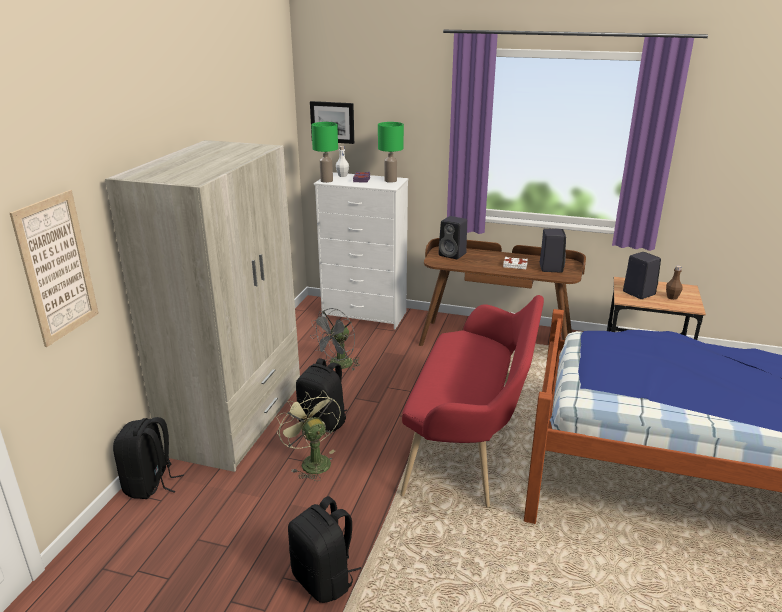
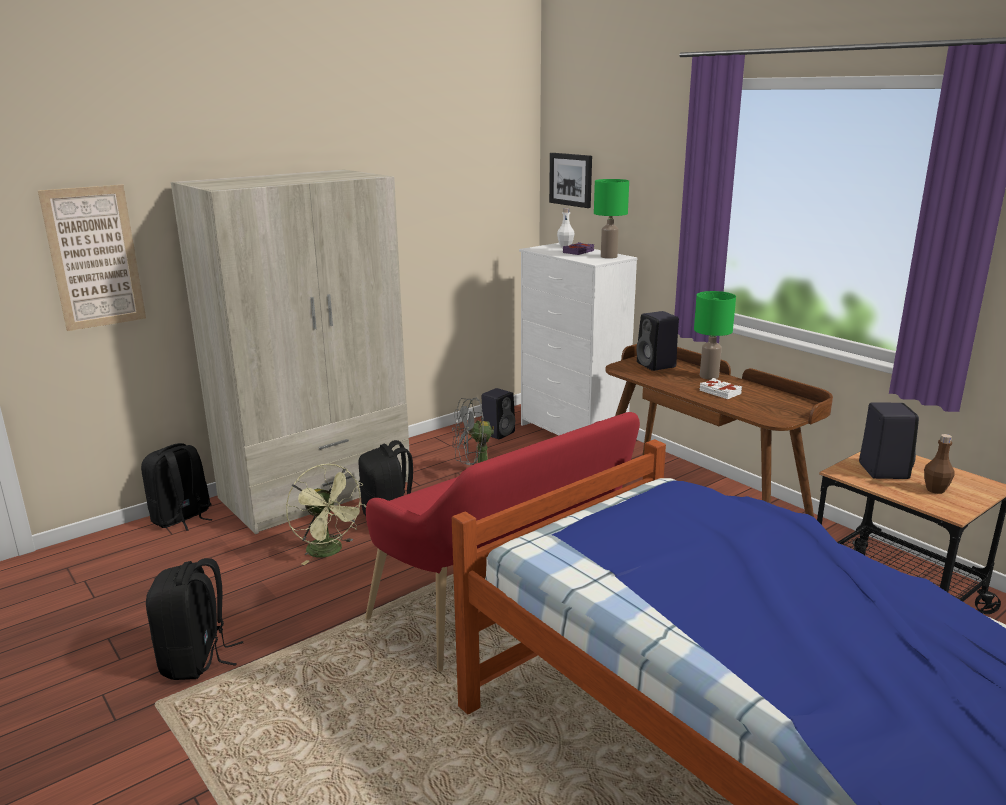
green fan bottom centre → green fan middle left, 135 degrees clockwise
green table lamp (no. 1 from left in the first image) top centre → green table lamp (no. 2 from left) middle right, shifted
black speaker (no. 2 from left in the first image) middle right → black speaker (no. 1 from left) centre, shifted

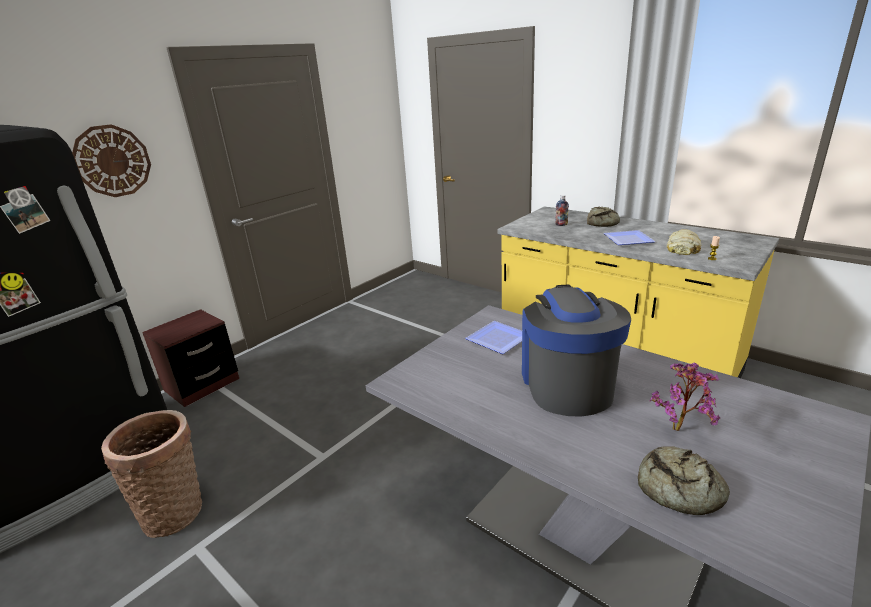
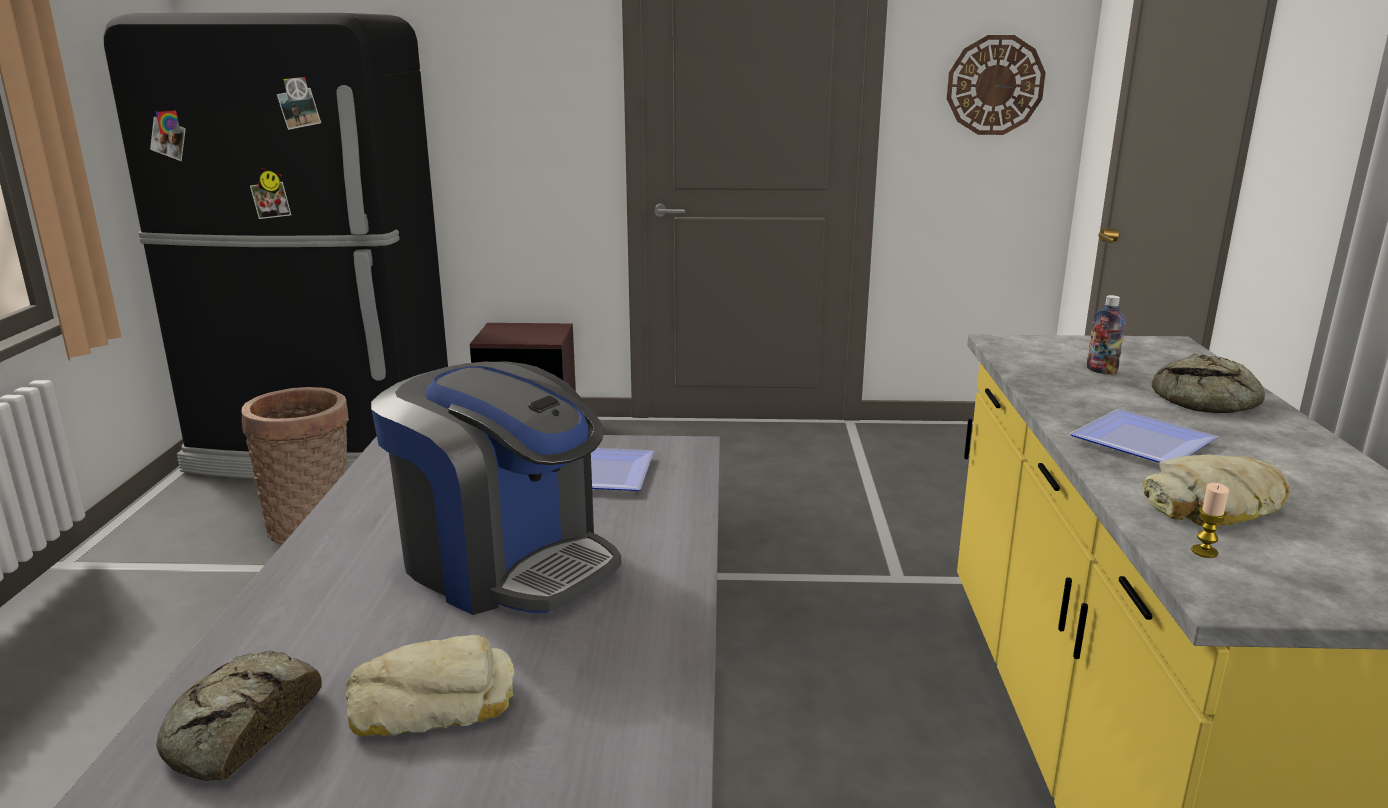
wall clock top left → wall clock top right, shifted
coffee machine centre, 75 degrees clockwise
potted plant middle right → bread (no. 2 from left) bottom left

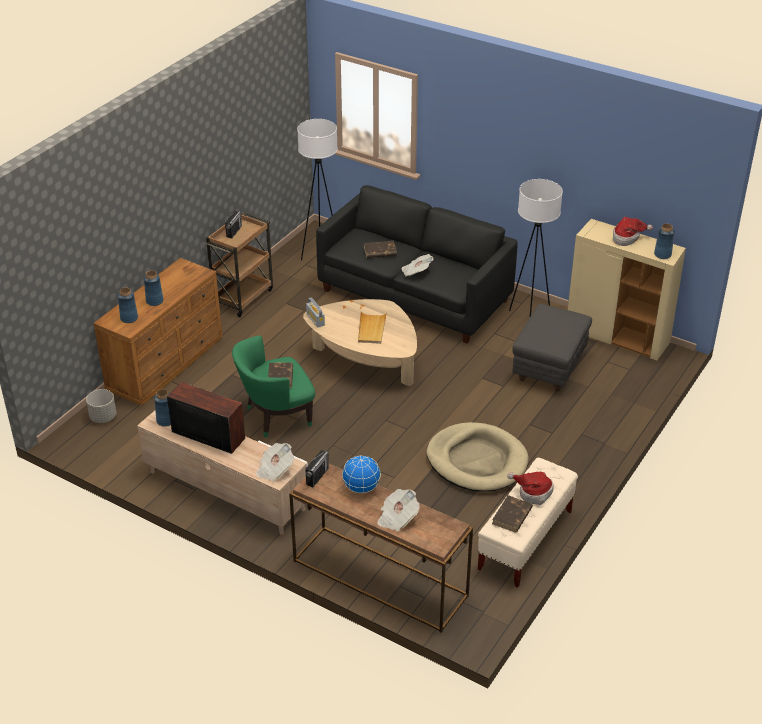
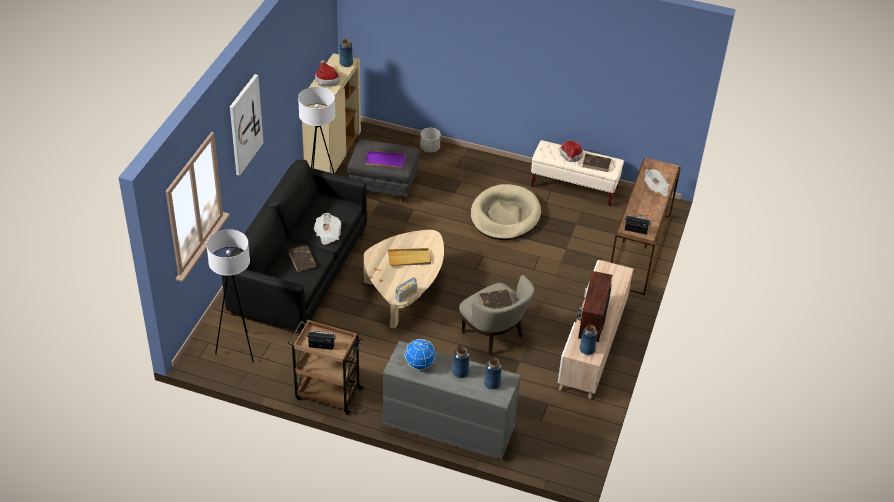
grey planter middle left → grey planter top centre, shifted
brown dresser middle left → grey dresser bottom centre
green armchair centre → beige armchair centre
newspaper (no. 1 from left) centre → -
globe centre → globe bottom centre, shifted
- → picture top left
- → purple tray top centre

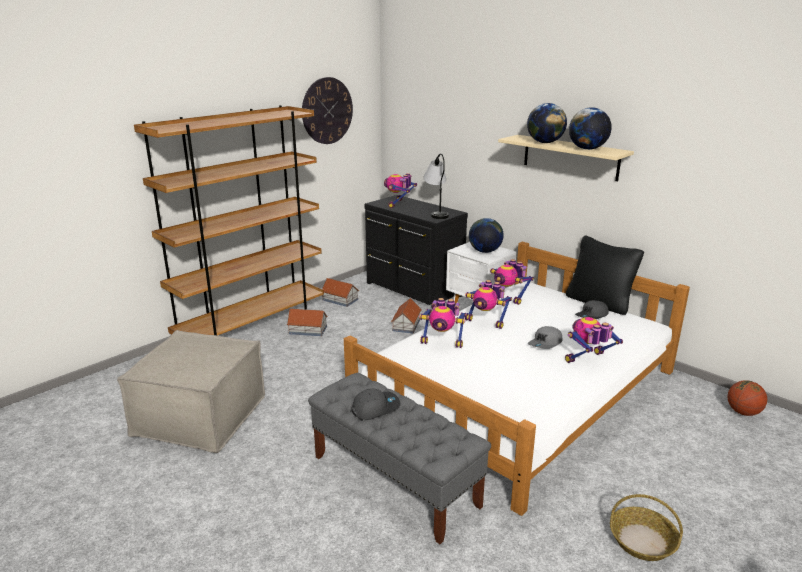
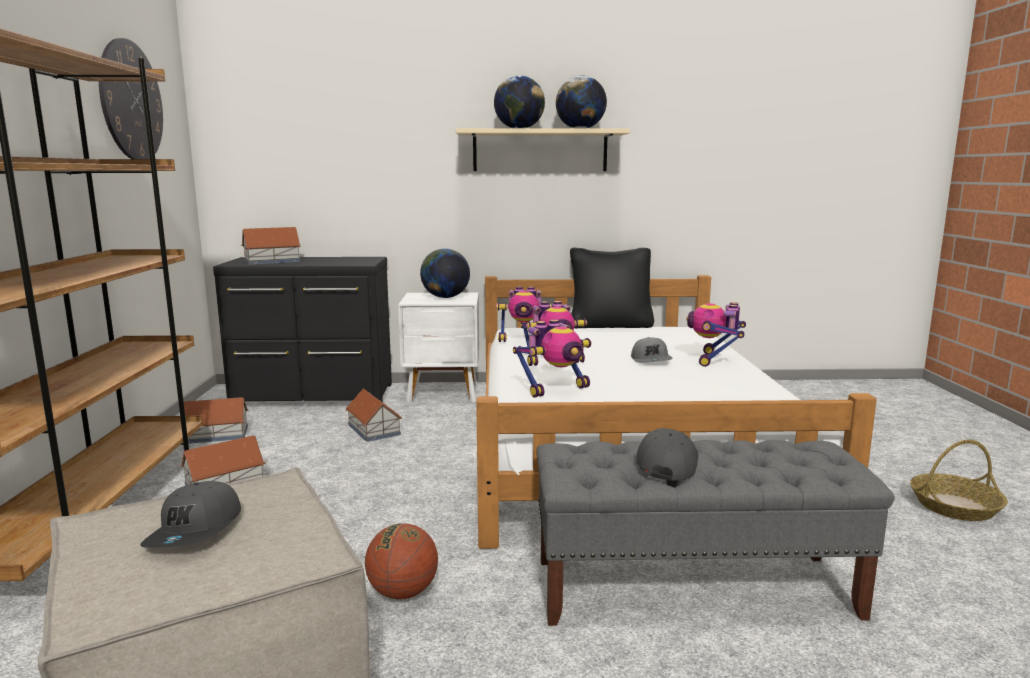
toy robot (no. 1 from left) top centre → toy house (no. 3 from left) middle left
table lamp top centre → -
grey cap (no. 3 from left in the first image) middle right → grey cap (no. 1 from left) bottom left, shifted
basketball bottom right → basketball bottom centre, shifted

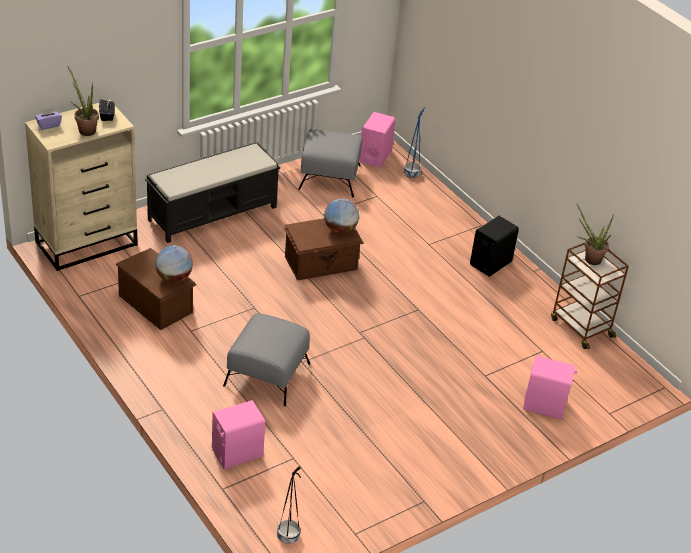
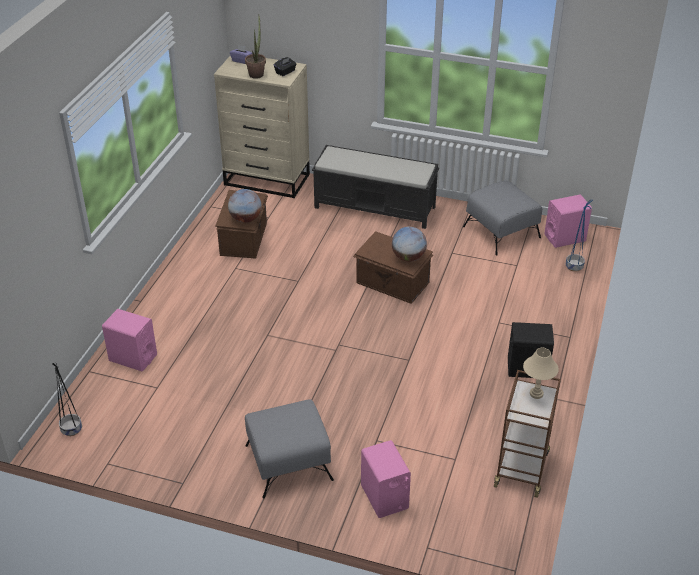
grey ottoman (no. 1 from left) centre → grey ottoman (no. 1 from left) bottom centre, shifted
potted plant (no. 2 from left) middle right → beige table lamp middle right

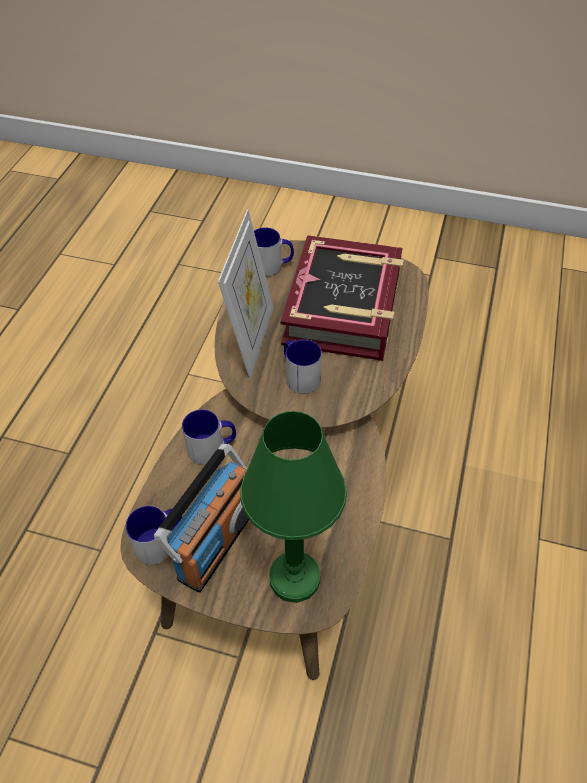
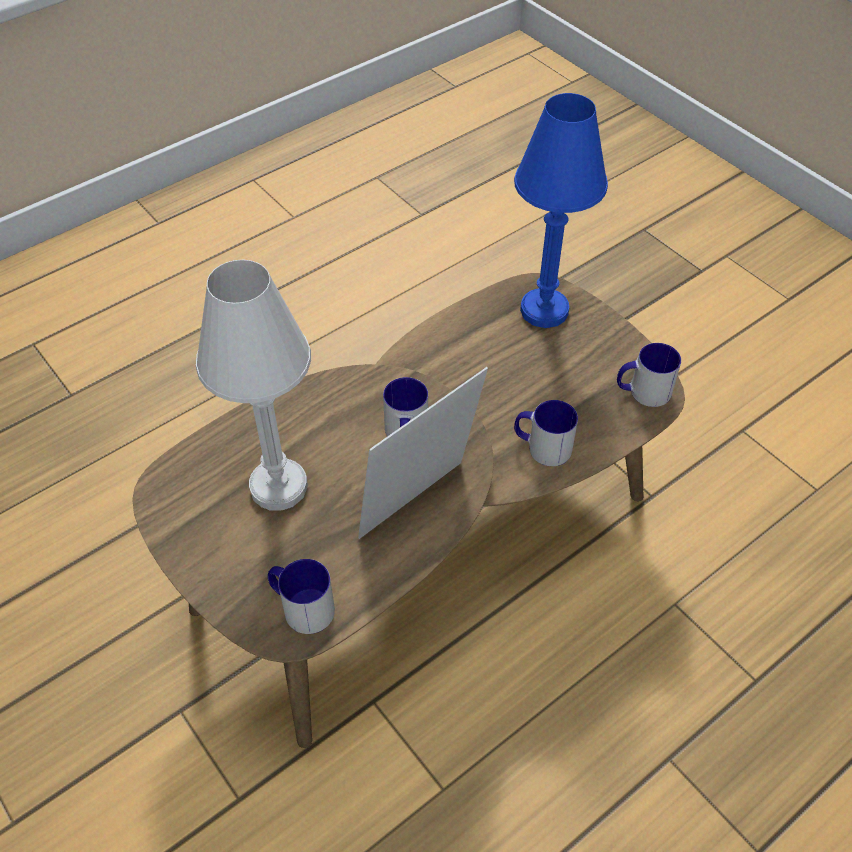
radio centre → -
green table lamp centre → blue table lamp top centre
book centre → white table lamp middle left

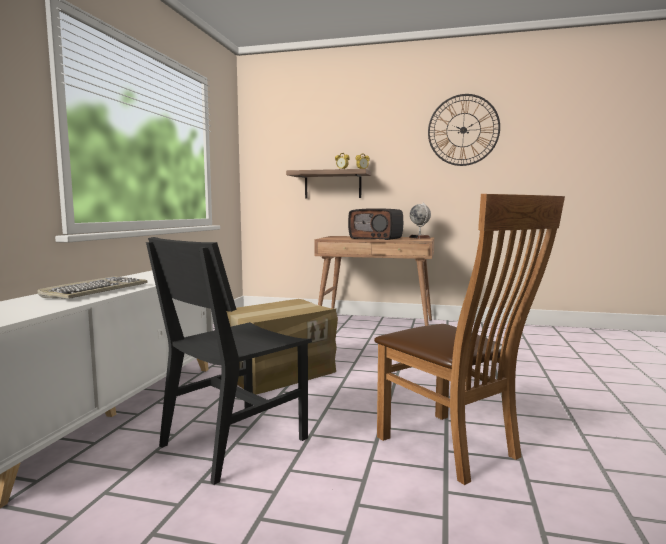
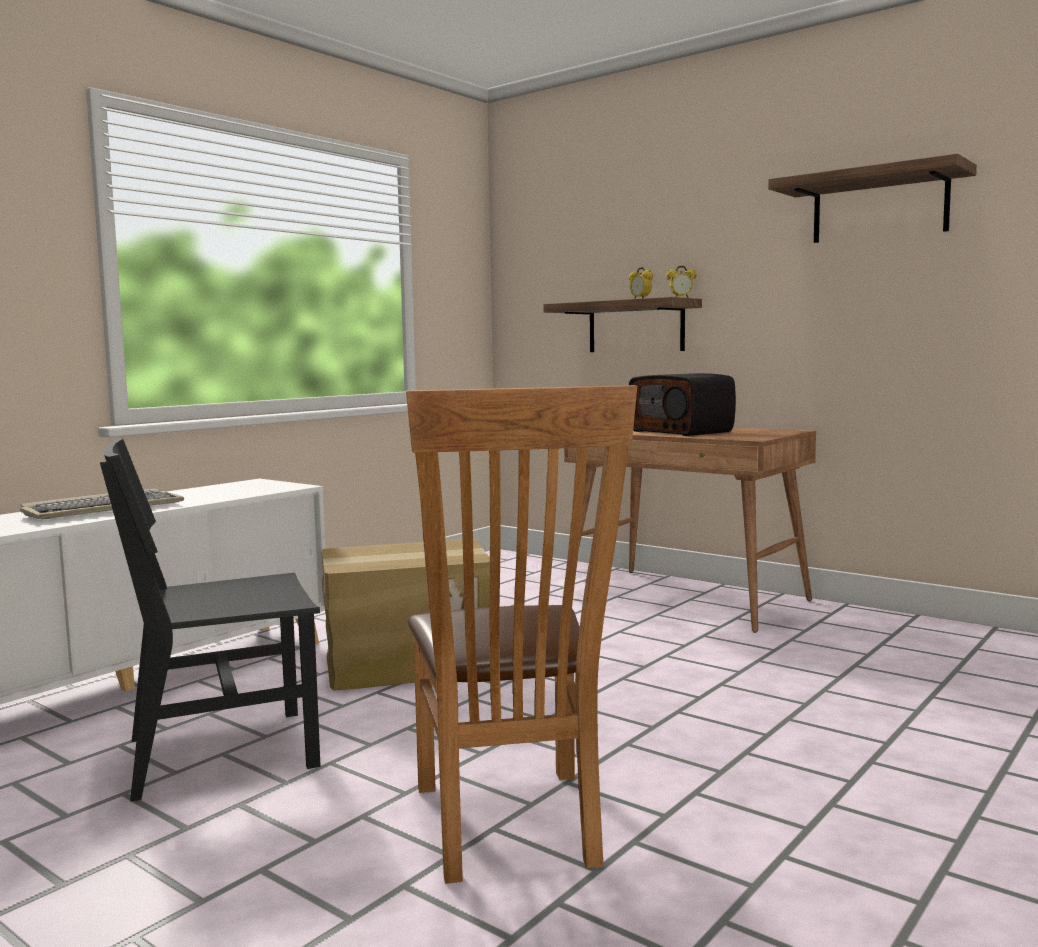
globe centre → -
wall clock top right → shelf (no. 2 from left) top right

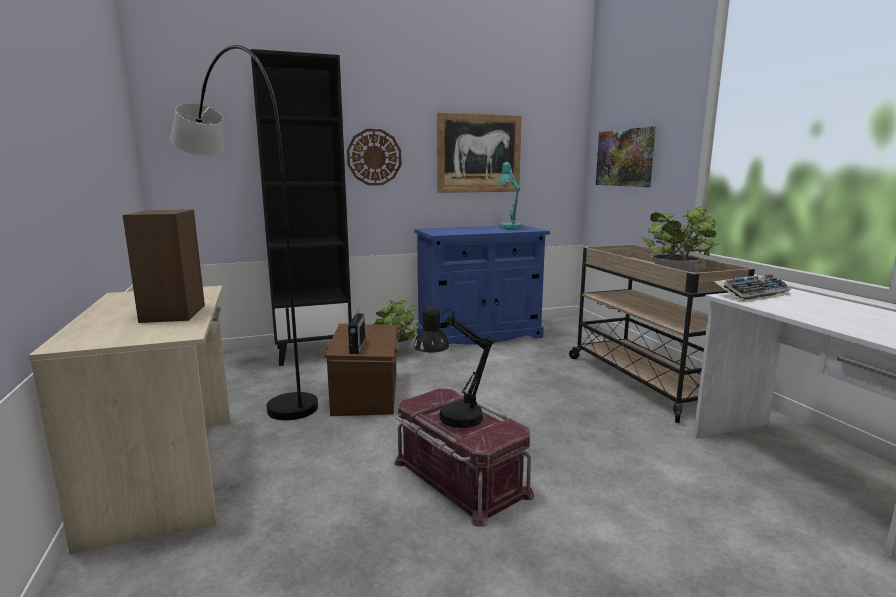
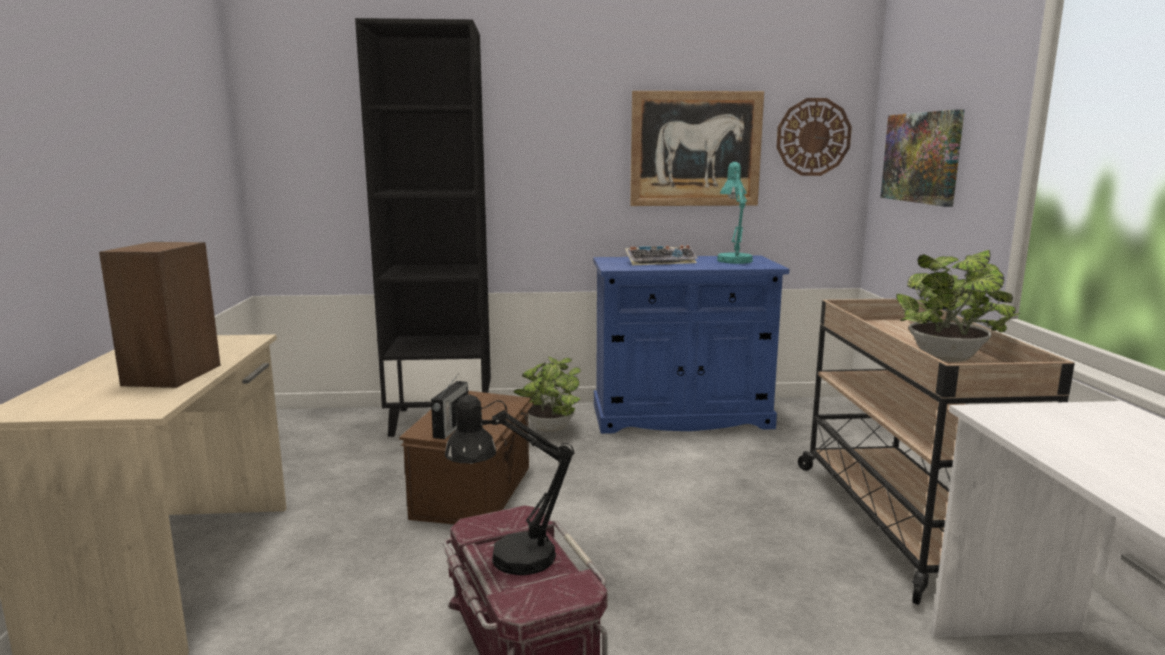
grey floor lamp middle left → -
wall clock top centre → wall clock top right, shifted
keyboard middle right → keyboard centre, shifted

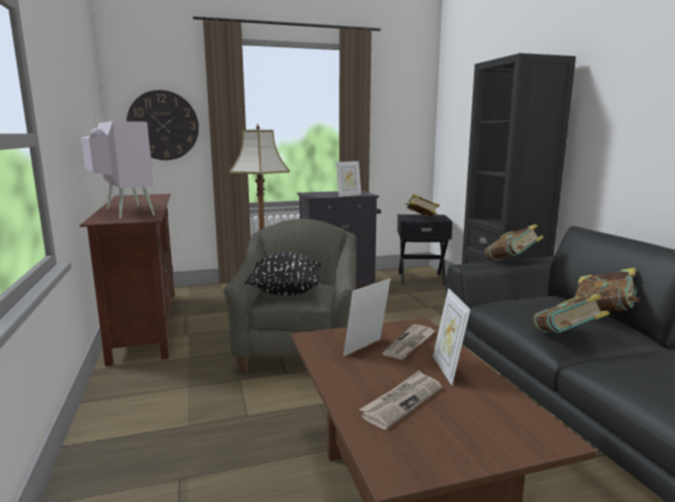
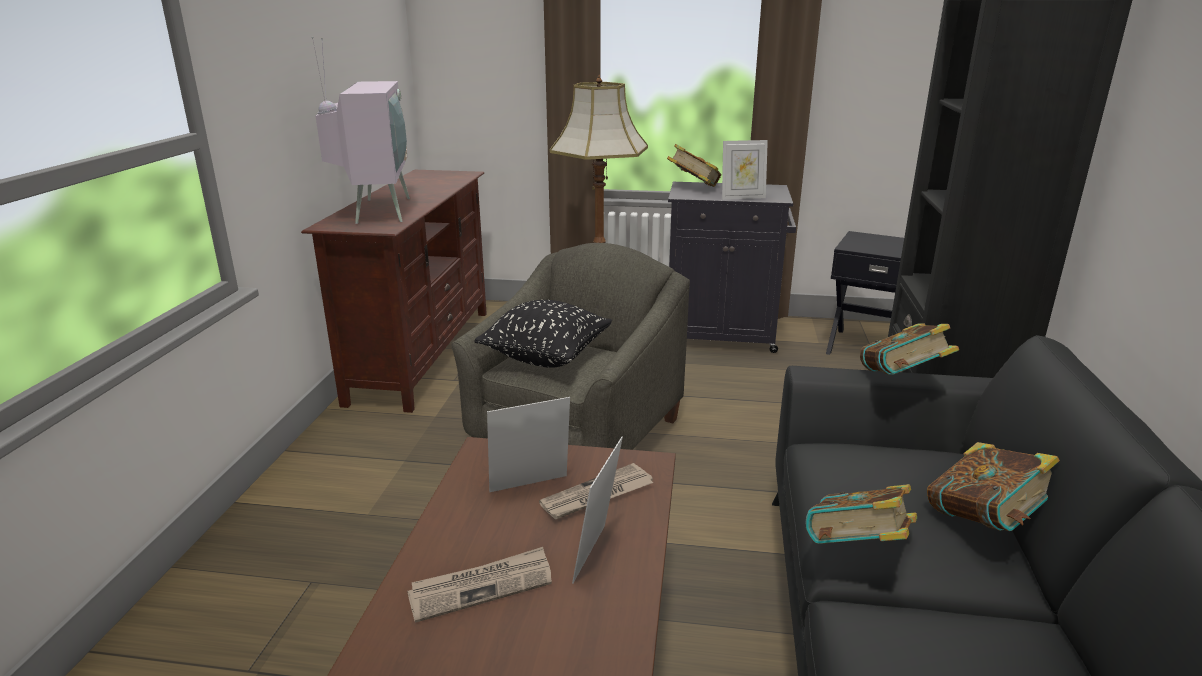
wall clock top left → -
book (no. 1 from left) centre → book (no. 1 from left) top centre, shifted

